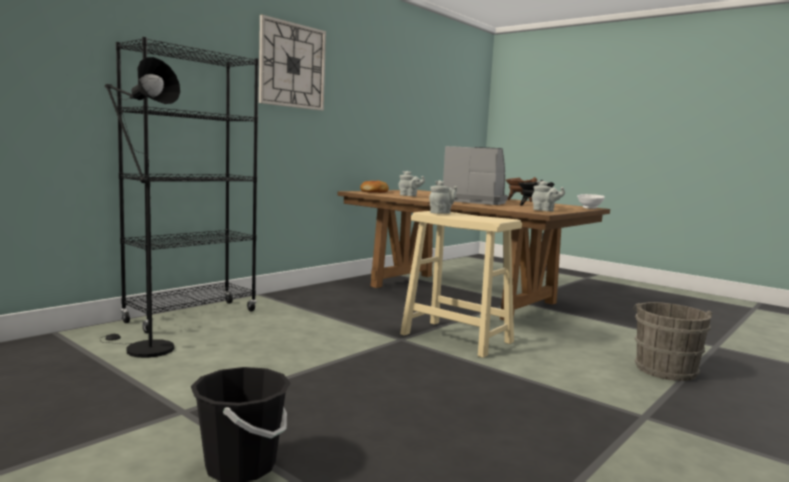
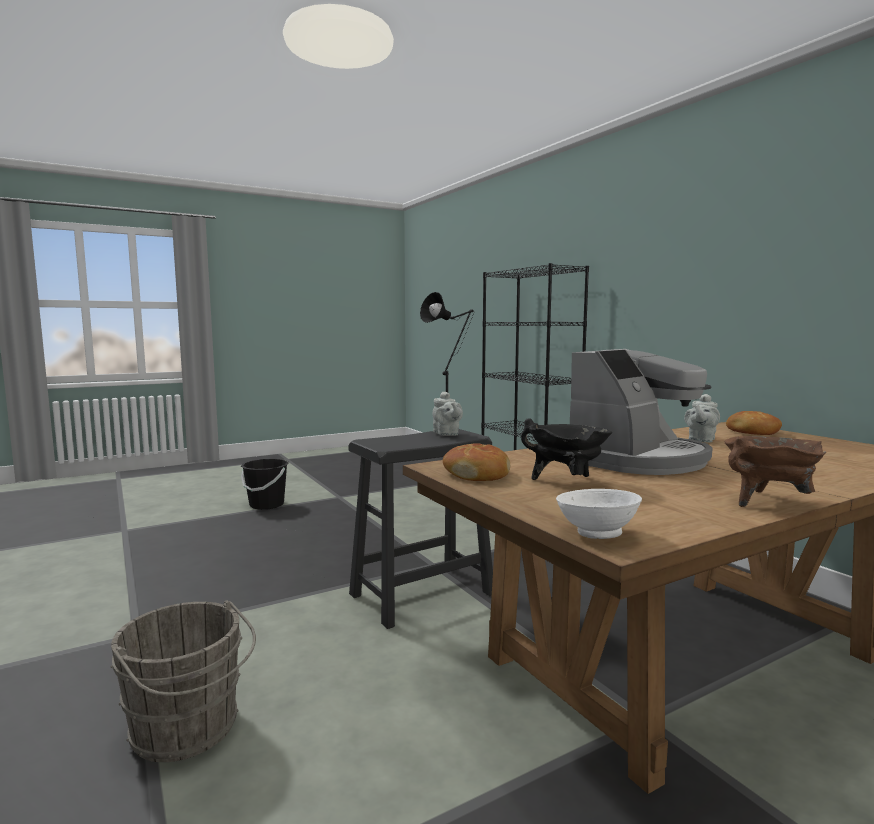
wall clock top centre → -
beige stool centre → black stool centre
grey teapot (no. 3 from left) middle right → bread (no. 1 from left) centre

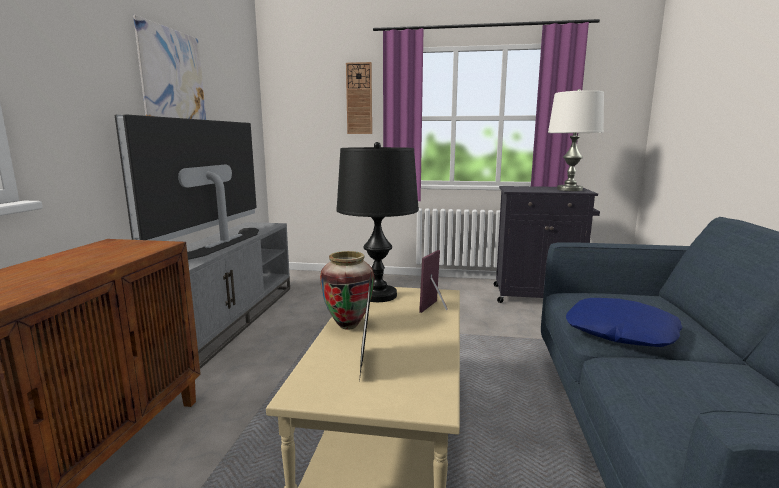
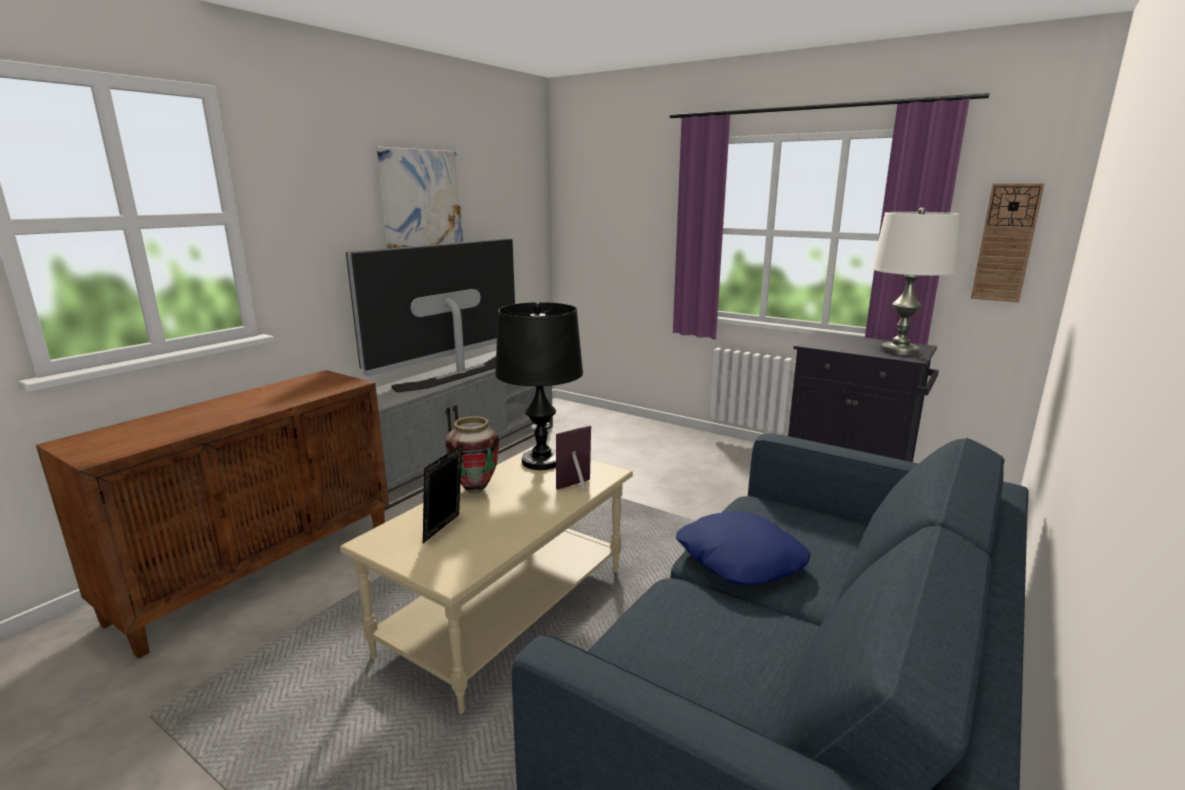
wall clock top centre → wall clock top right, shifted

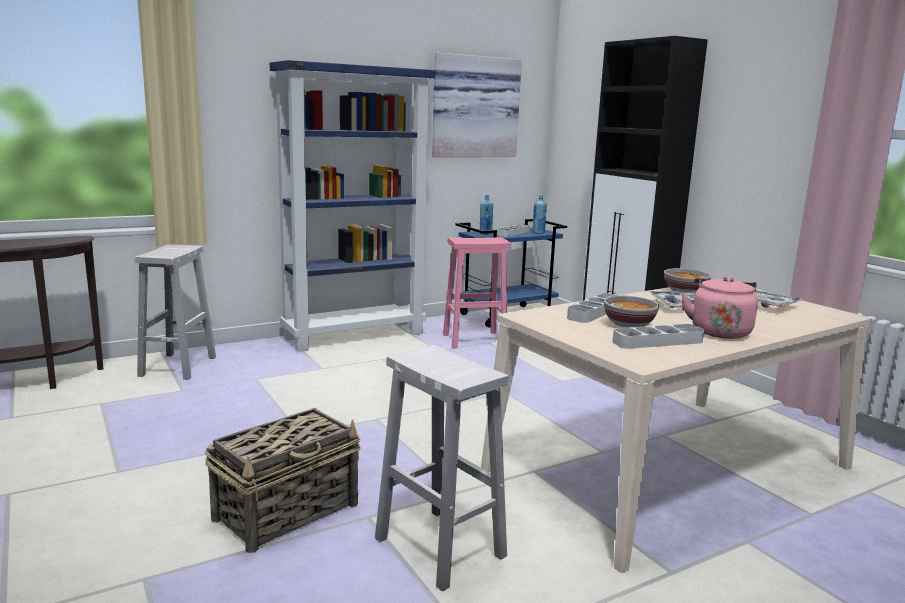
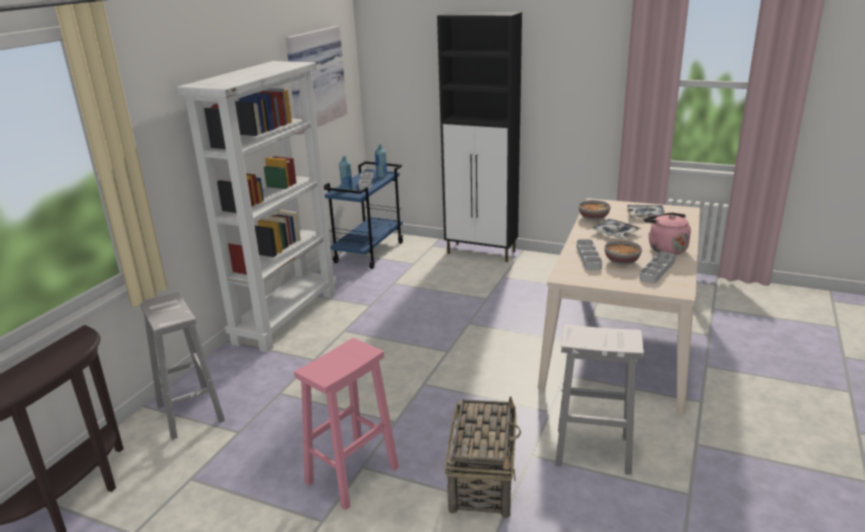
blue bookcase centre → white bookcase middle left
pink stool centre → pink stool bottom centre, shifted

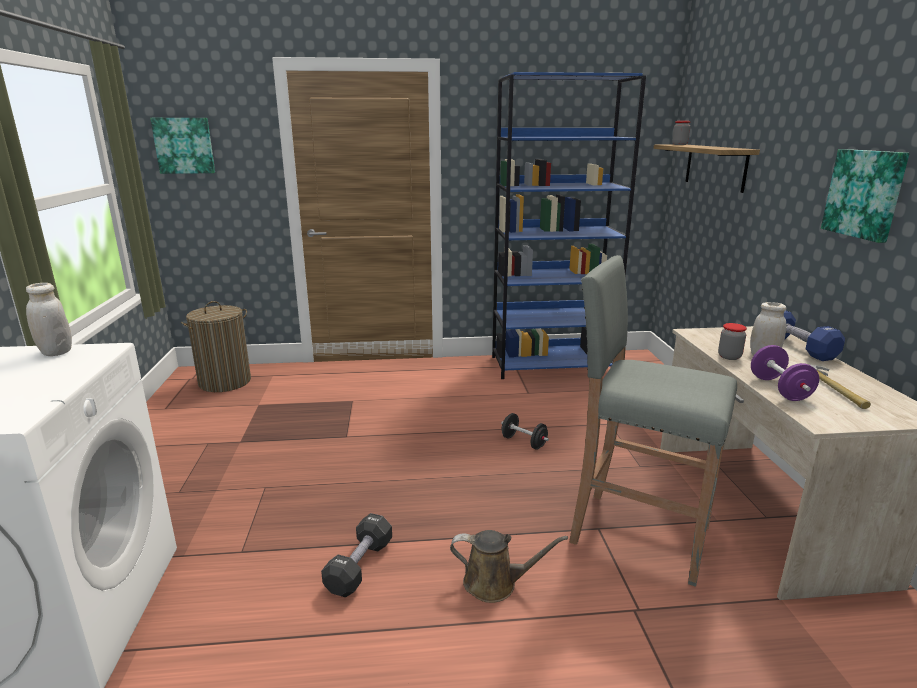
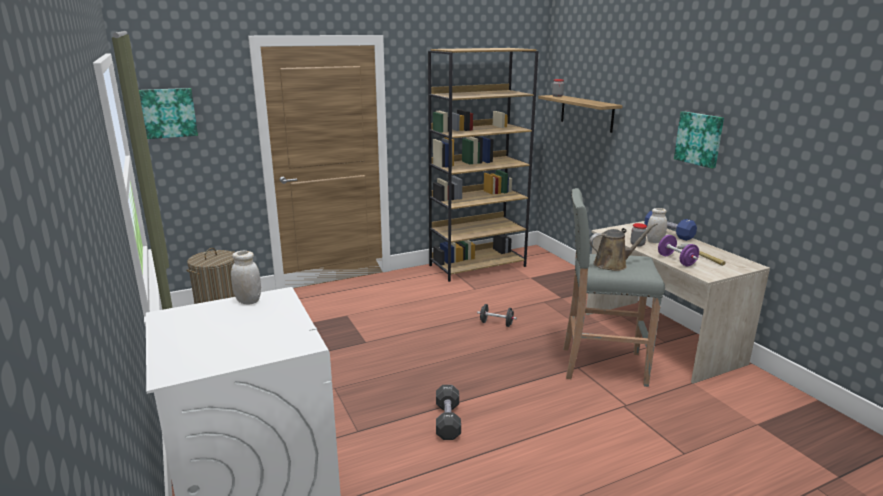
brown watering can bottom centre → brown watering can middle right, shifted
blue bookcase top centre → brown bookcase top centre

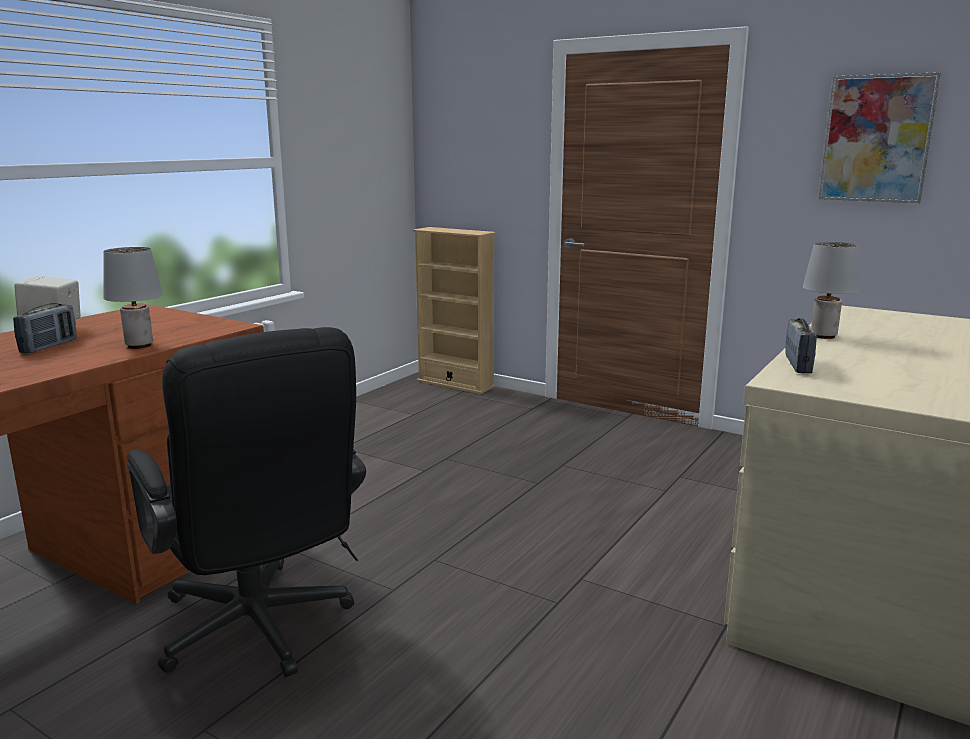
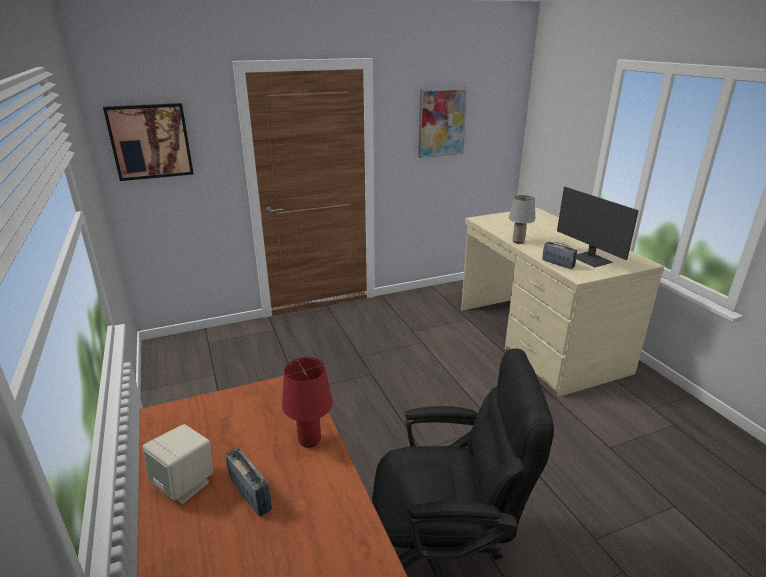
grey table lamp (no. 1 from left) middle left → red table lamp bottom centre
beige bookcase centre → -
- → picture (no. 1 from left) top left
- → monitor middle right

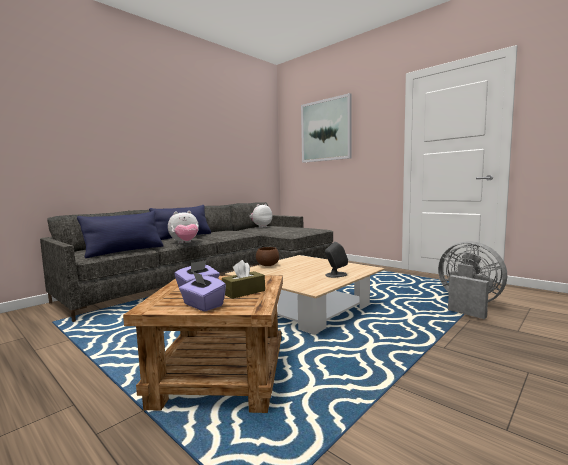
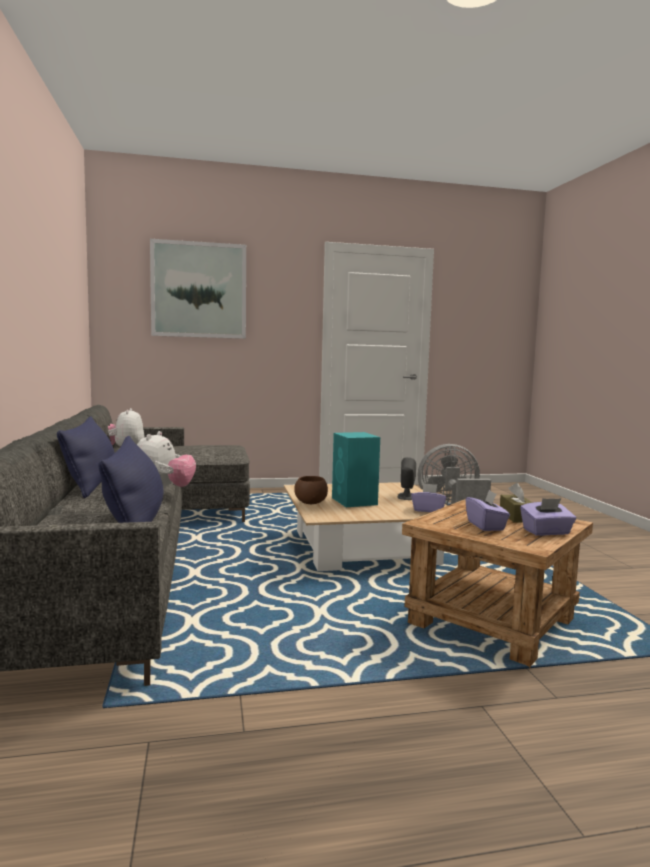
- → turquoise speaker centre
- → purple tissue box (no. 1 from left) centre

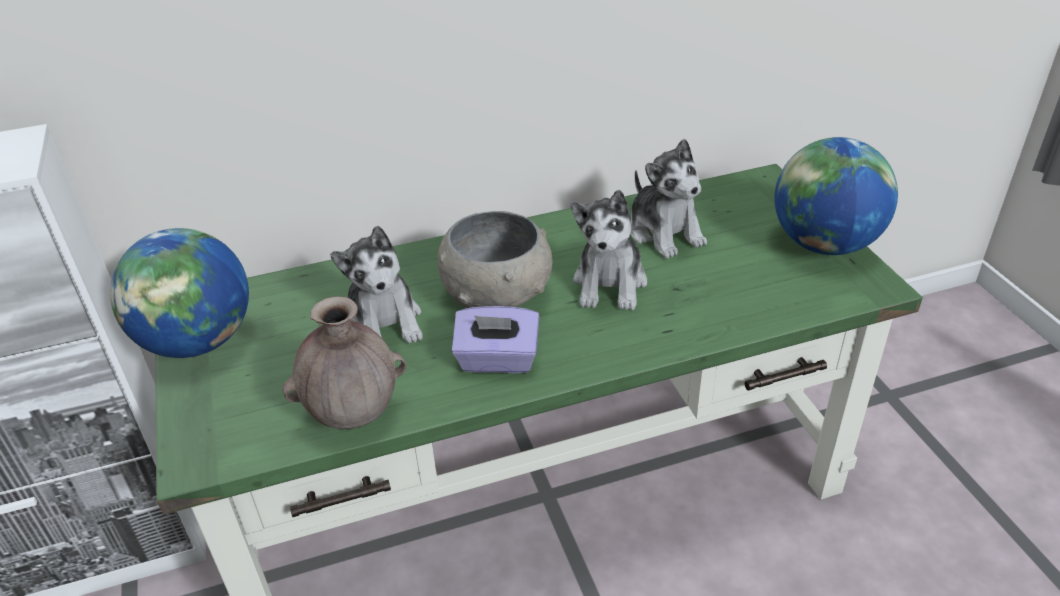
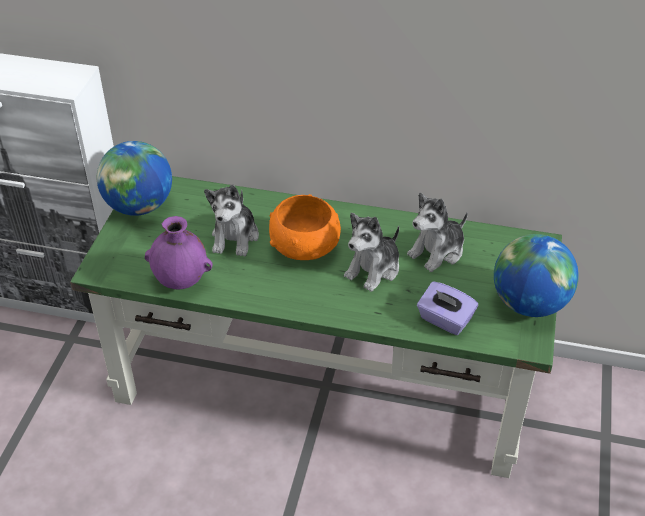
brown vase middle left → purple vase middle left
grey bowl centre → orange bowl centre
purple tissue box centre → purple tissue box middle right, shifted
plush toy (no. 3 from left) top centre → plush toy (no. 3 from left) middle right, 45 degrees clockwise

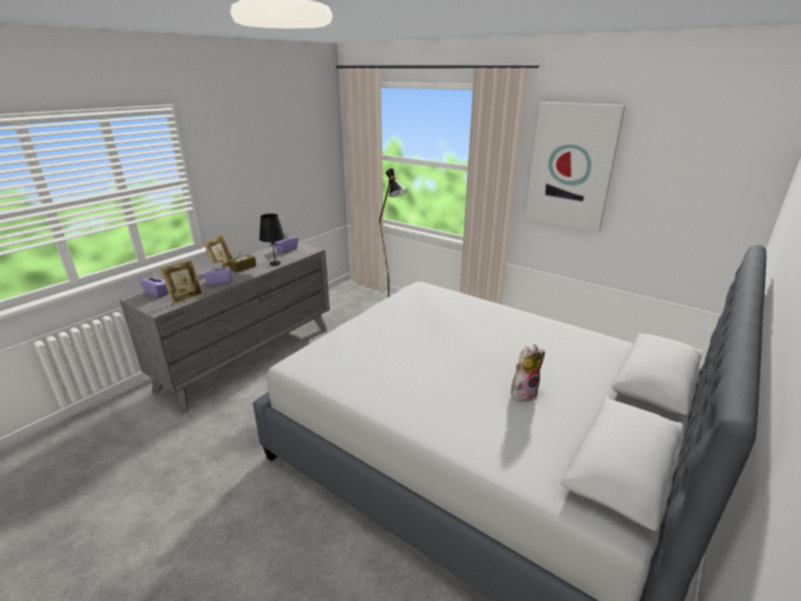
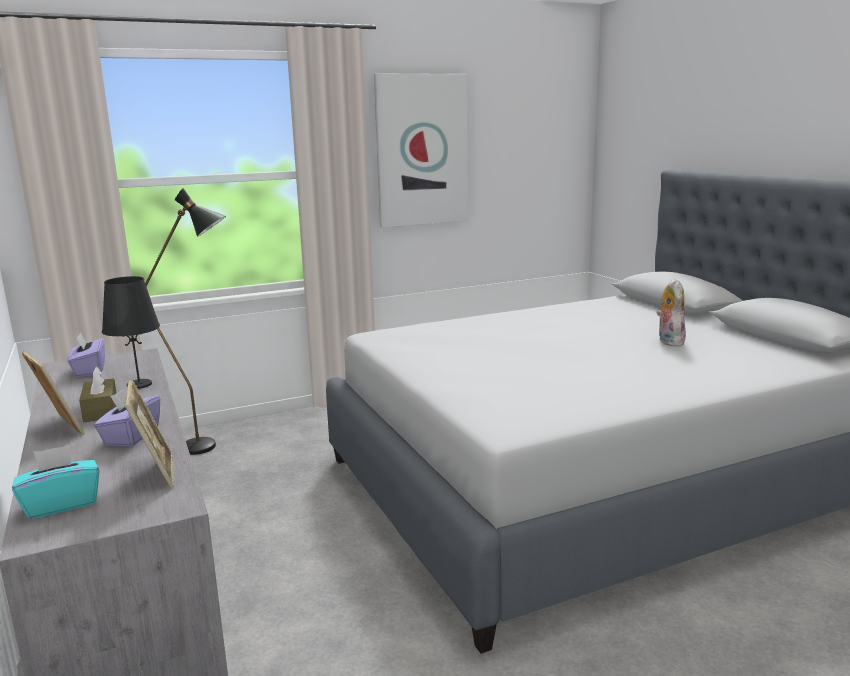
purple tissue box (no. 1 from left) middle left → turquoise tissue box bottom left

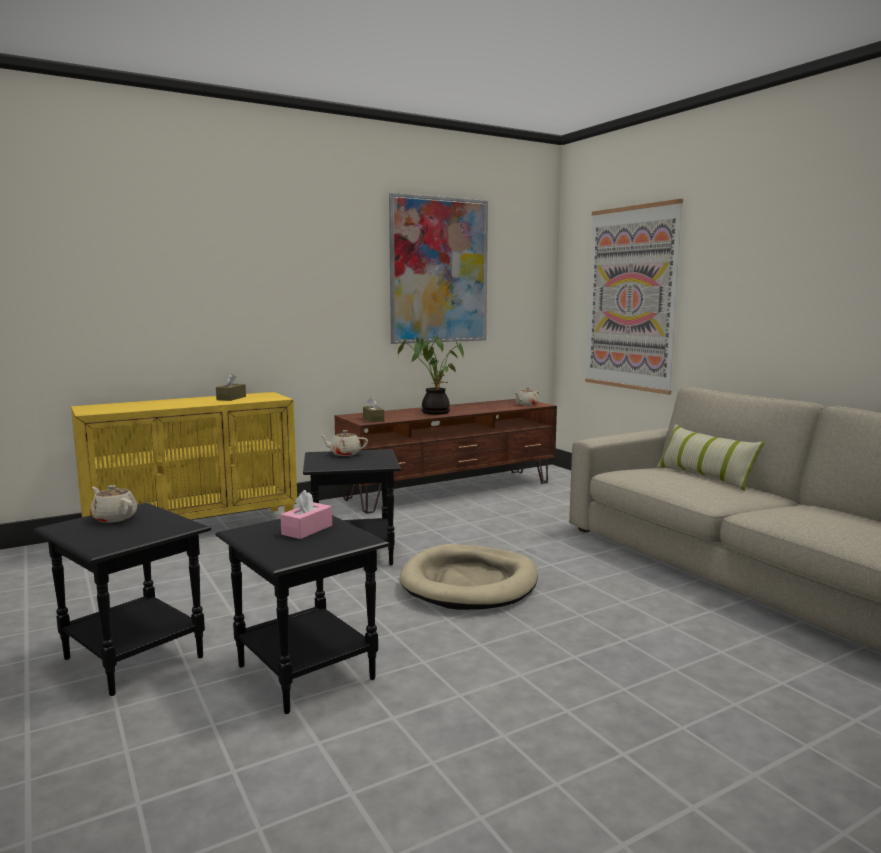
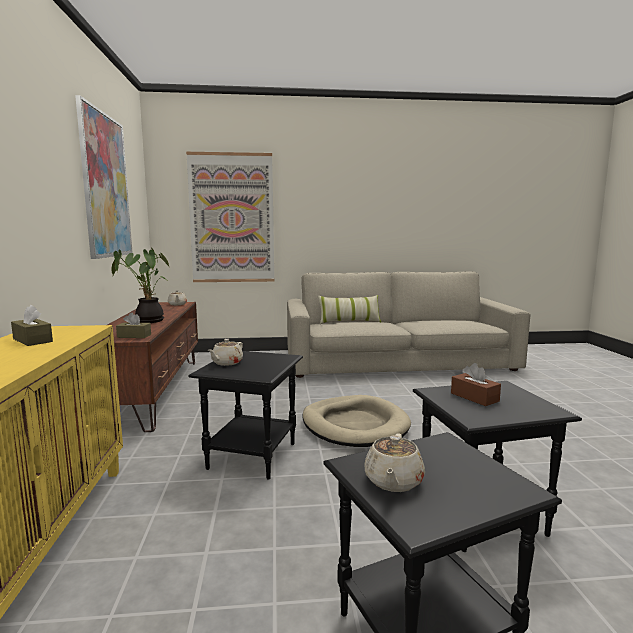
beige teapot (no. 1 from left in the first image) middle left → beige teapot (no. 3 from left) bottom centre, 45 degrees counterclockwise
pink tissue box centre → brown tissue box (no. 3 from left) middle right

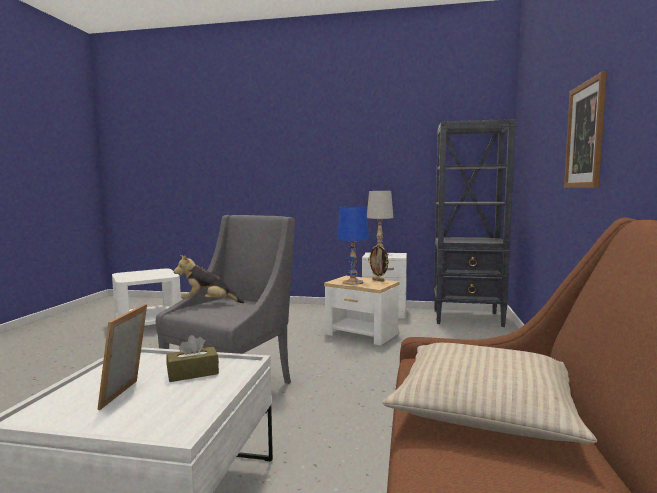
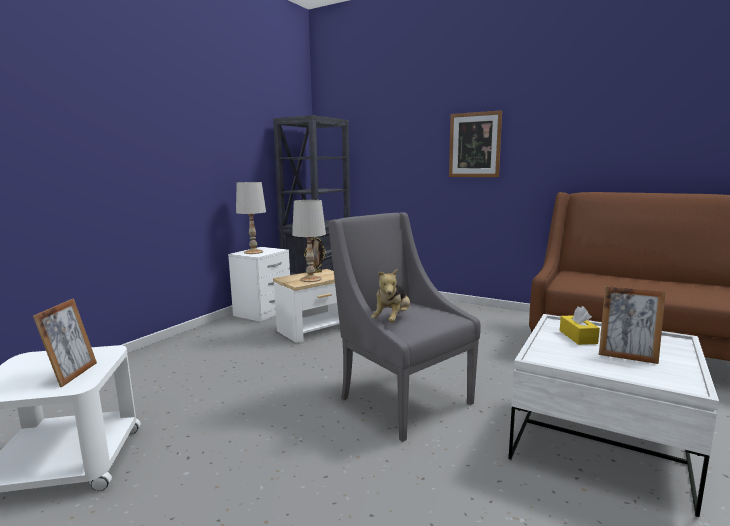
brown tissue box bottom left → yellow tissue box middle right
blue table lamp centre → white table lamp (no. 2 from left) centre
beige pillow bottom right → -
- → picture frame (no. 1 from left) middle left

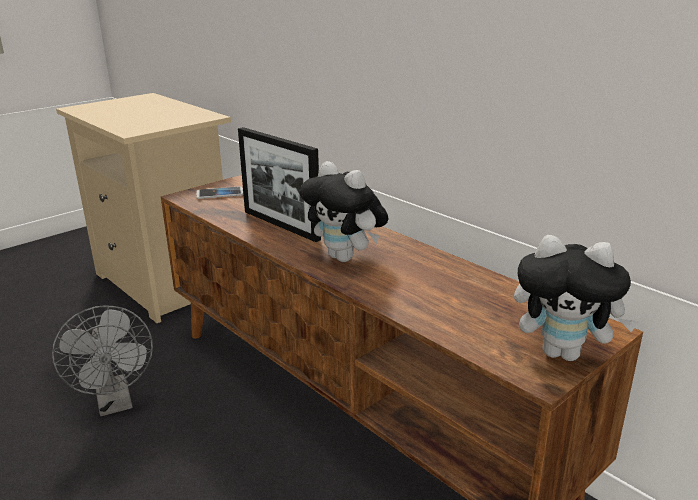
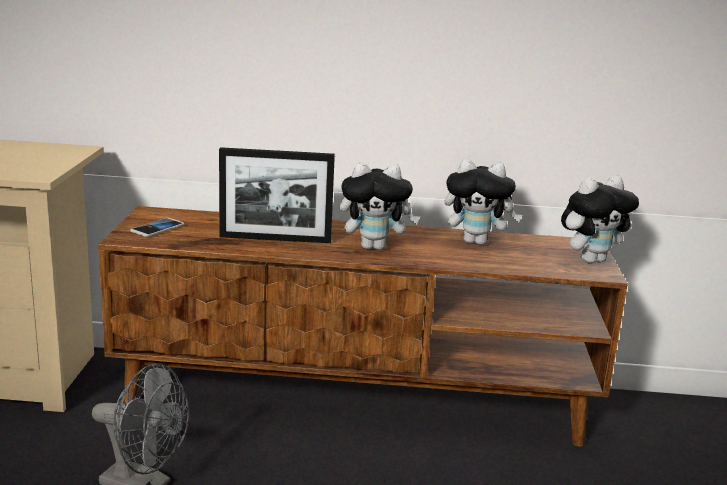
- → plush toy (no. 2 from left) centre

